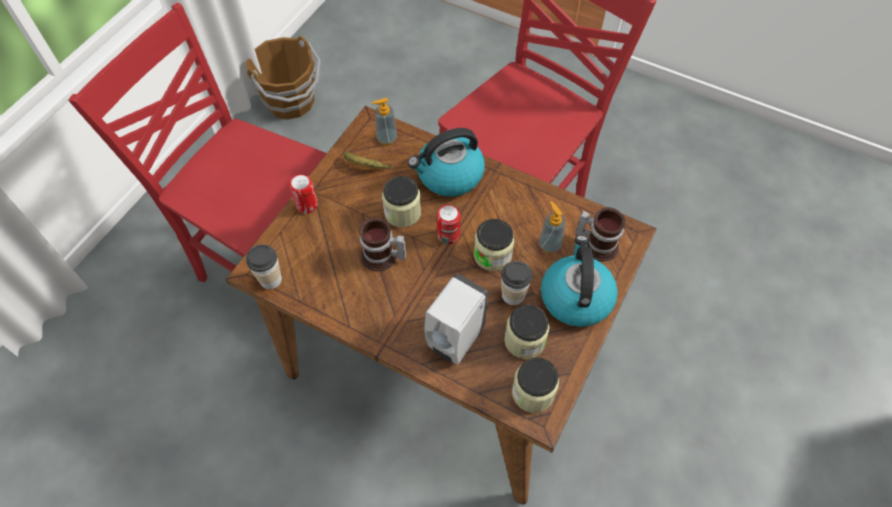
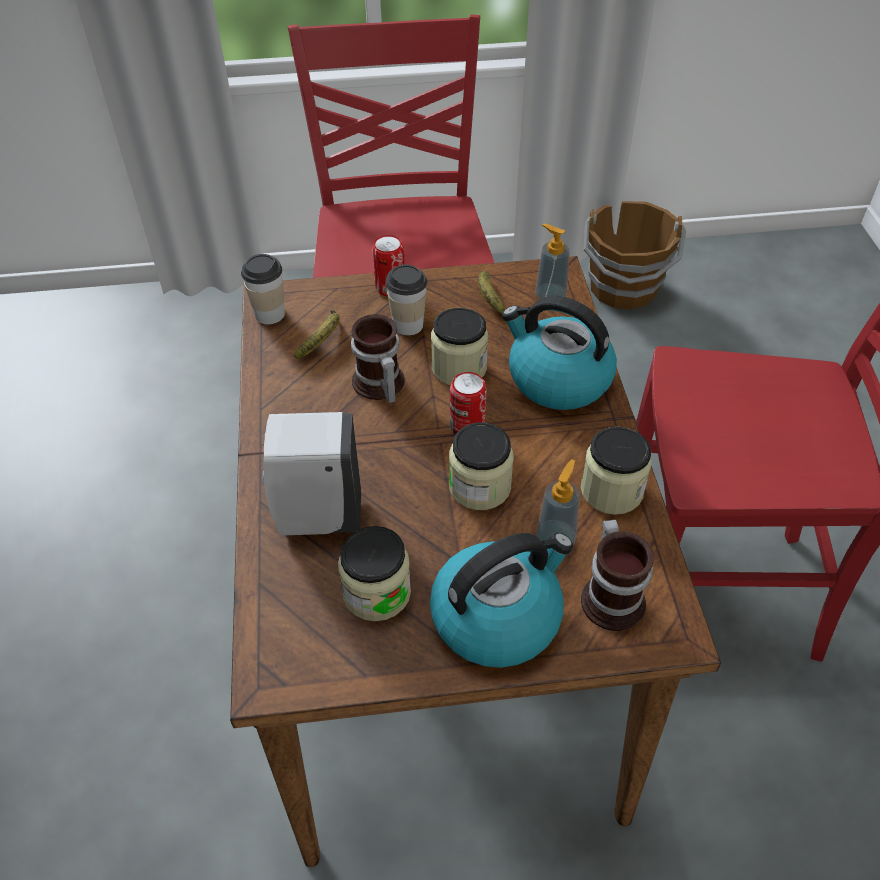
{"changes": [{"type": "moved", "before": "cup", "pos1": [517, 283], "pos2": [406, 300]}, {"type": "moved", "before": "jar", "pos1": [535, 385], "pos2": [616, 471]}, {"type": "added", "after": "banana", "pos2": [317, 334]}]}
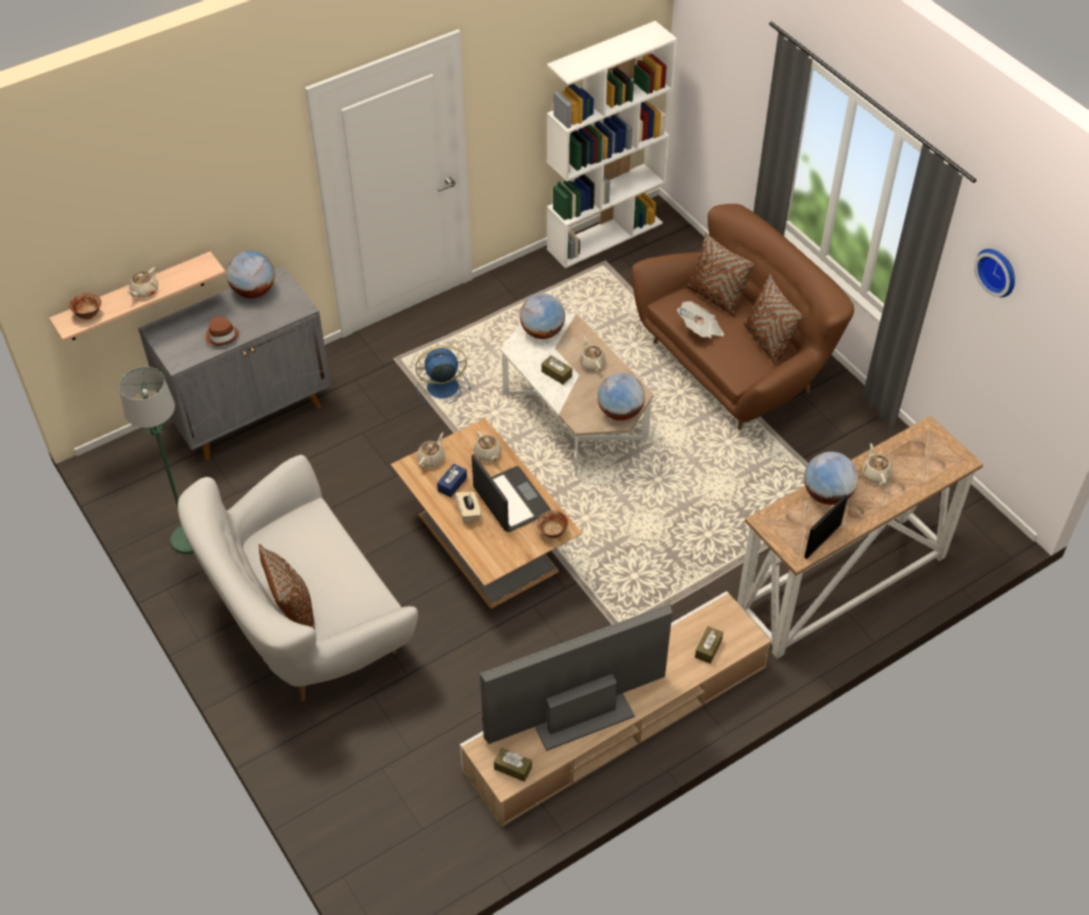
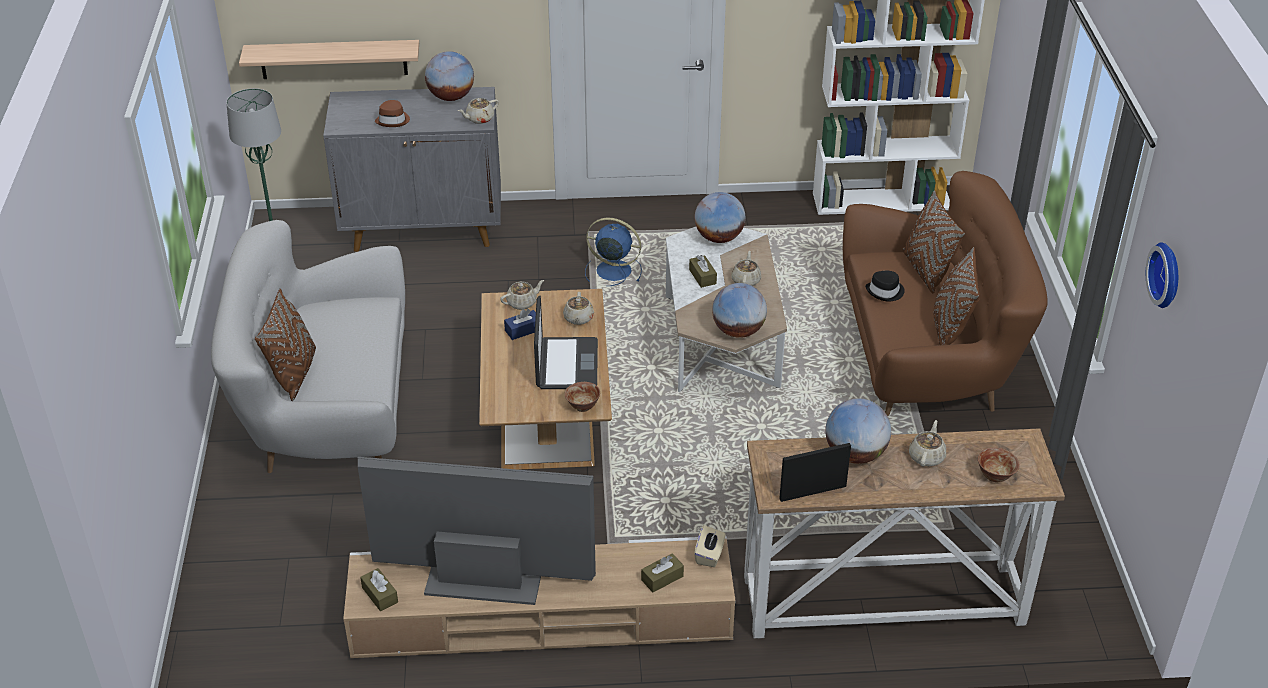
{"changes": [{"type": "moved", "before": "beige teapot", "pos1": [142, 282], "pos2": [478, 111]}, {"type": "moved", "before": "bowl", "pos1": [85, 306], "pos2": [999, 464]}, {"type": "replaced", "before": "newspaper", "after": "black hat", "pos1": [700, 319], "pos2": [885, 286]}, {"type": "moved", "before": "beige tissue box", "pos1": [468, 508], "pos2": [710, 546]}]}
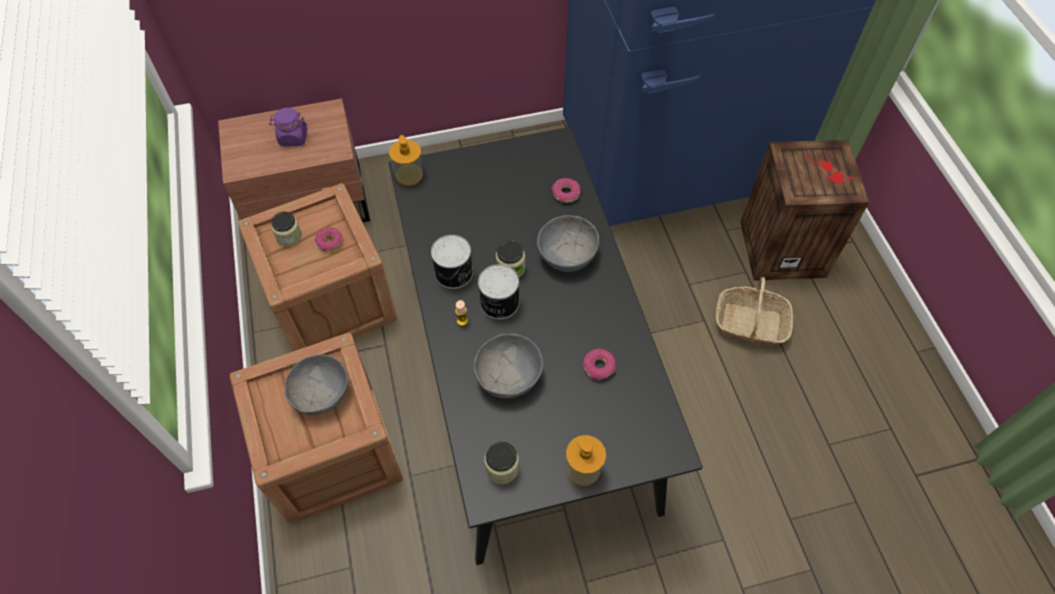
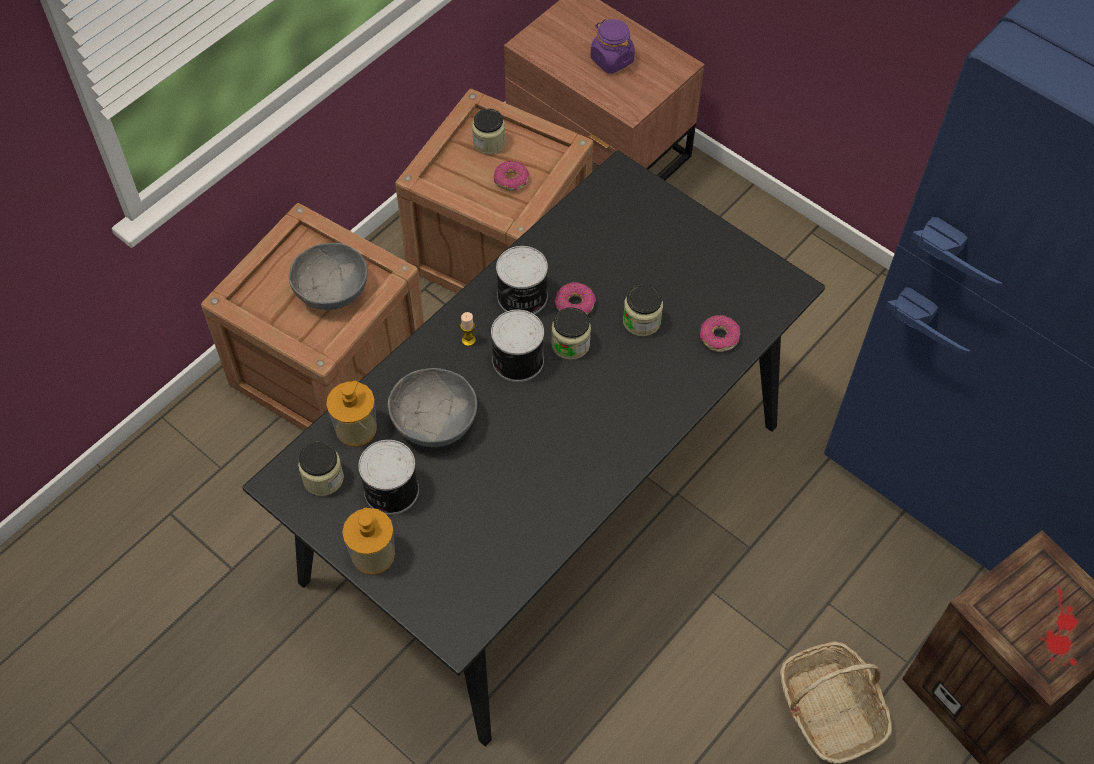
{"changes": [{"type": "moved", "before": "soap dispenser", "pos1": [406, 160], "pos2": [351, 414]}, {"type": "removed", "before": "grey bowl", "pos1": [568, 243]}, {"type": "moved", "before": "donut", "pos1": [599, 364], "pos2": [575, 298]}, {"type": "added", "after": "jar", "pos2": [643, 310]}, {"type": "added", "after": "can", "pos2": [388, 477]}]}
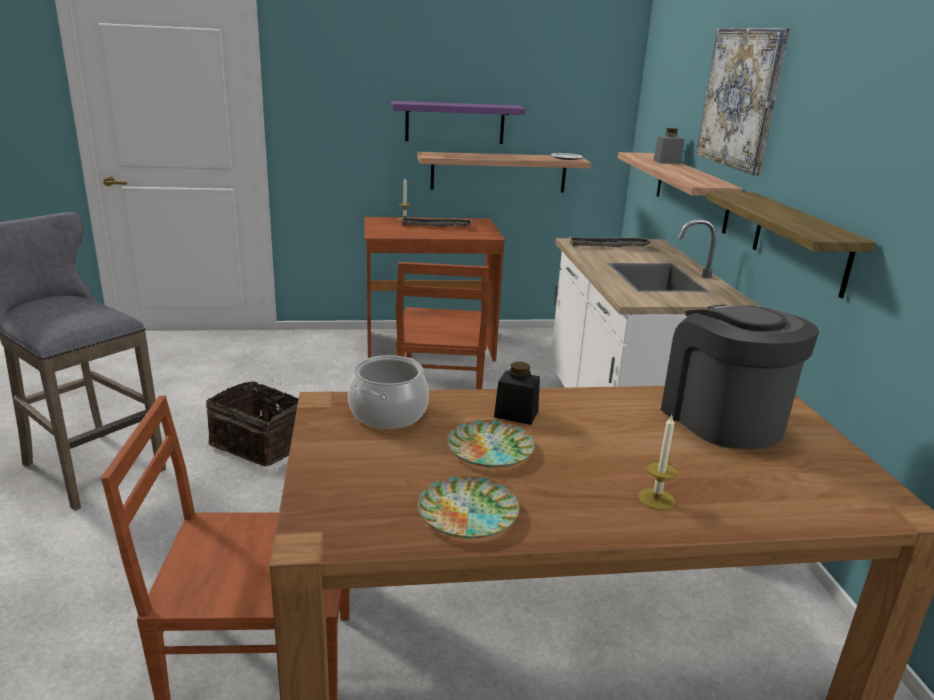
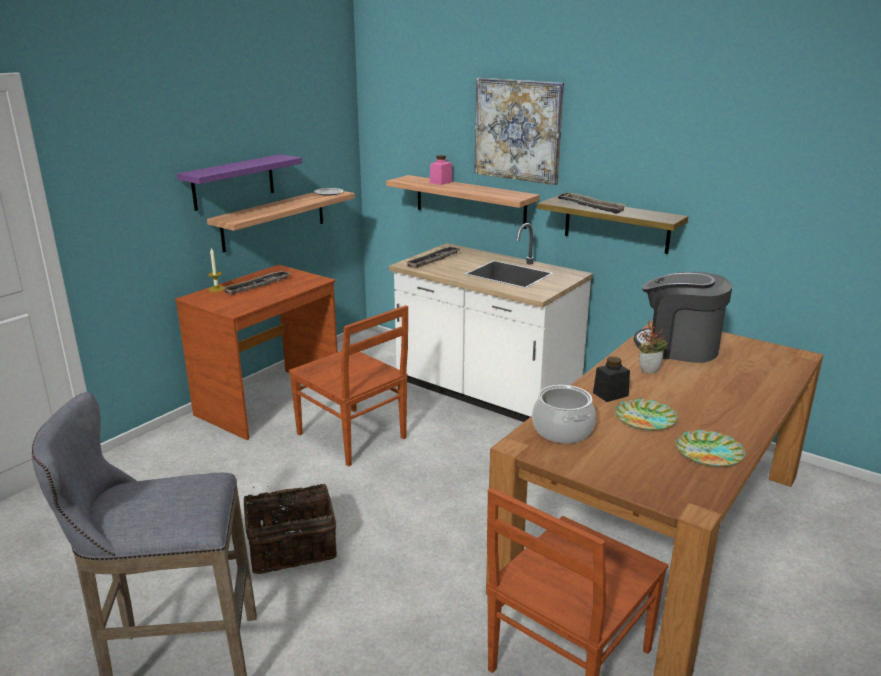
{"changes": [{"type": "recoloured", "before": "grey jar", "after": "pink jar", "pos1": [668, 146], "pos2": [441, 170]}, {"type": "removed", "before": "candle", "pos1": [658, 462]}, {"type": "added", "after": "tray", "pos2": [592, 203]}, {"type": "added", "after": "potted plant", "pos2": [653, 347]}]}
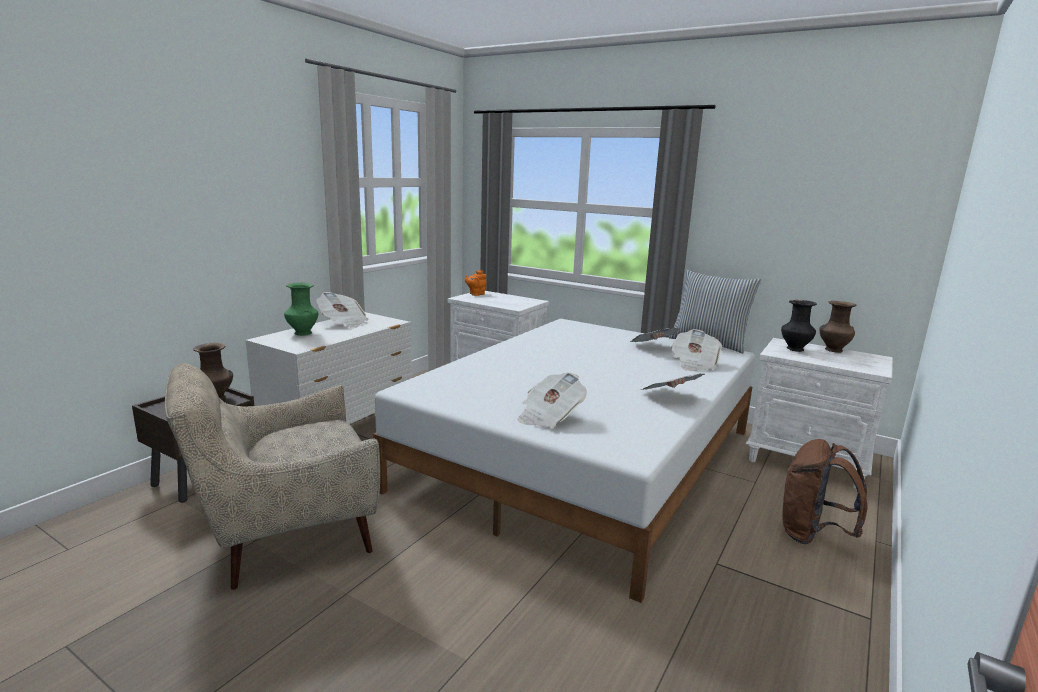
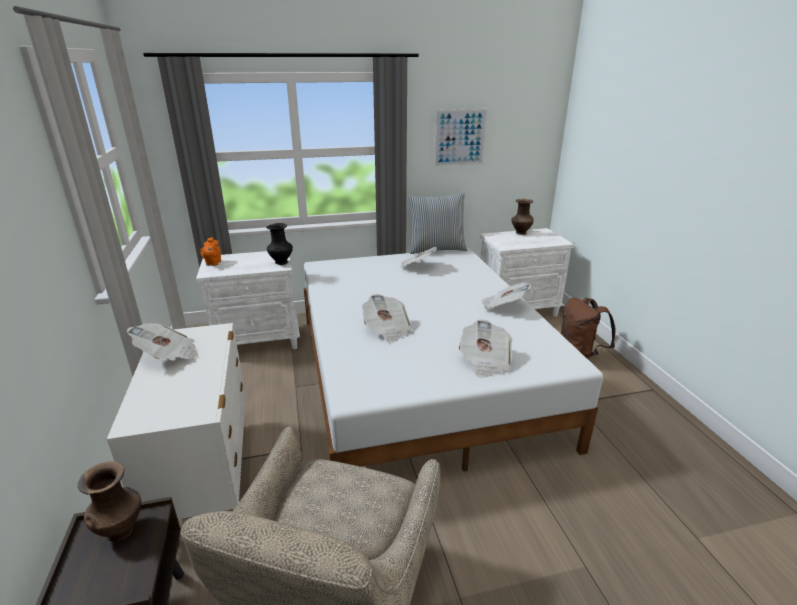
{"changes": [{"type": "removed", "before": "green vase", "pos1": [301, 309]}, {"type": "moved", "before": "black vase", "pos1": [799, 326], "pos2": [279, 244]}, {"type": "moved", "before": "newspaper", "pos1": [697, 350], "pos2": [387, 318]}, {"type": "added", "after": "picture", "pos2": [461, 137]}]}
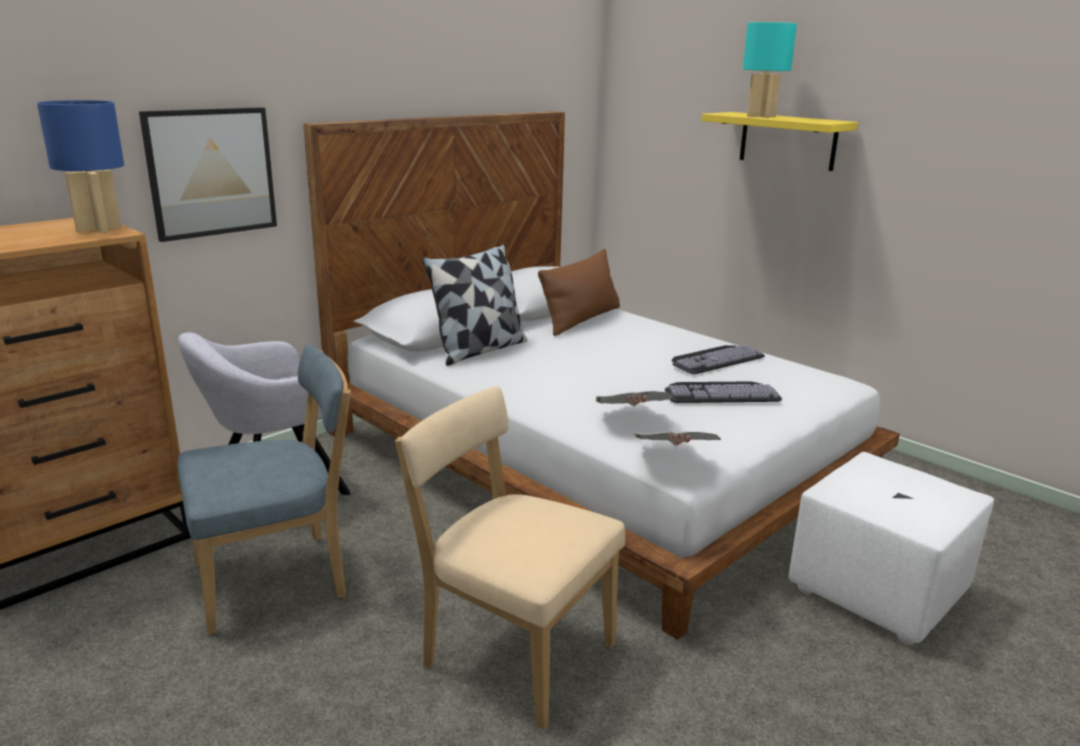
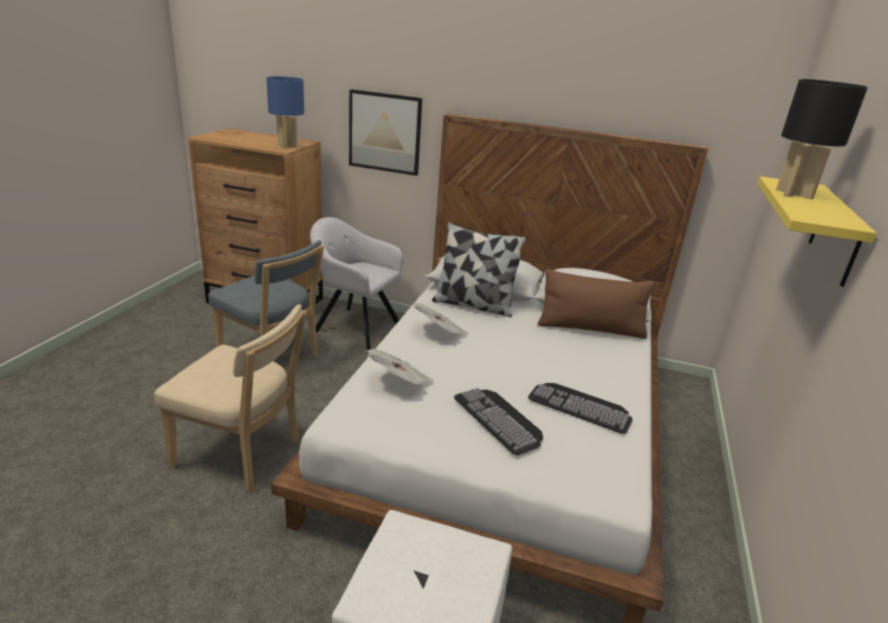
{"changes": [{"type": "recoloured", "before": "turquoise table lamp", "after": "black table lamp", "pos1": [770, 70], "pos2": [822, 139]}, {"type": "turned", "before": "beige chair", "pos1": [510, 558], "pos2": [230, 398], "turn": 105}, {"type": "moved", "before": "newspaper", "pos1": [677, 439], "pos2": [440, 319]}]}
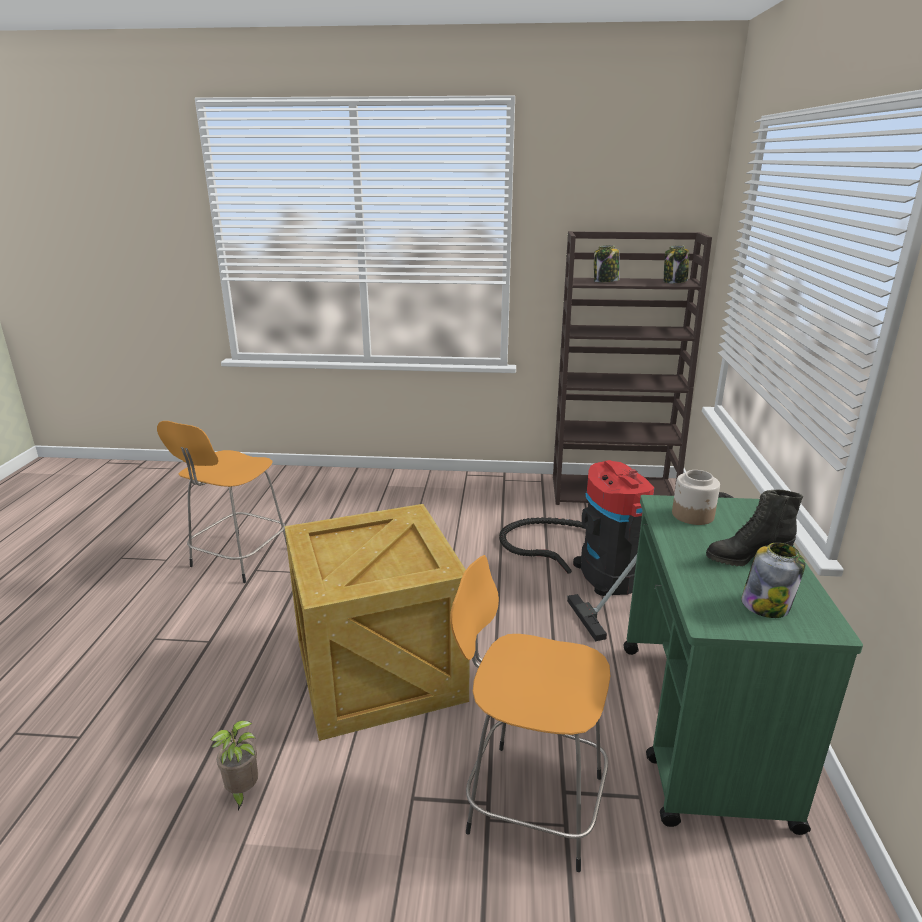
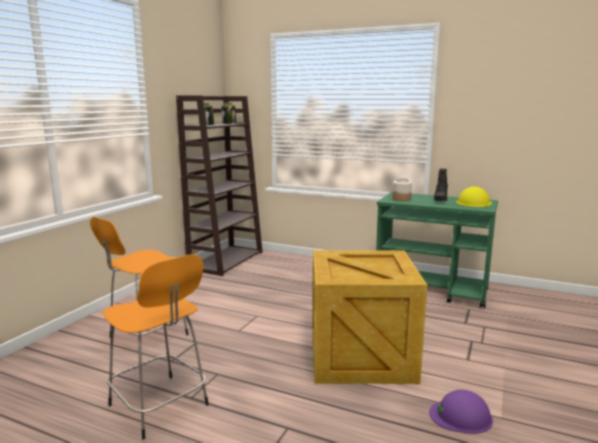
{"changes": [{"type": "removed", "before": "vacuum cleaner", "pos1": [616, 550]}, {"type": "replaced", "before": "jar", "after": "yellow hard hat", "pos1": [773, 580], "pos2": [474, 197]}, {"type": "moved", "before": "orange stool", "pos1": [530, 713], "pos2": [139, 278]}, {"type": "replaced", "before": "potted plant", "after": "purple hard hat", "pos1": [234, 766], "pos2": [461, 412]}]}
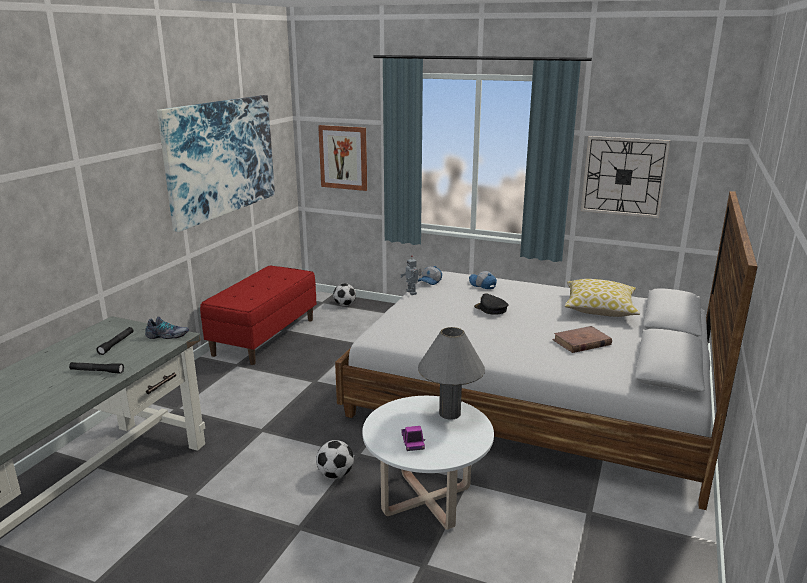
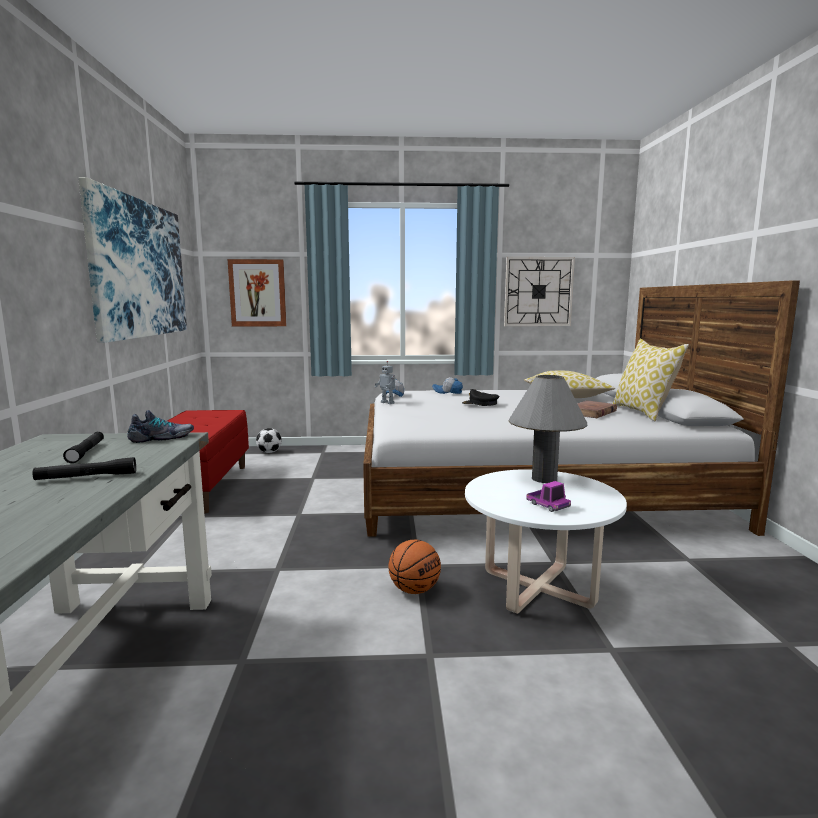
{"changes": [{"type": "replaced", "before": "football", "after": "basketball", "pos1": [335, 459], "pos2": [415, 567]}, {"type": "added", "after": "pillow", "pos2": [650, 380]}]}
